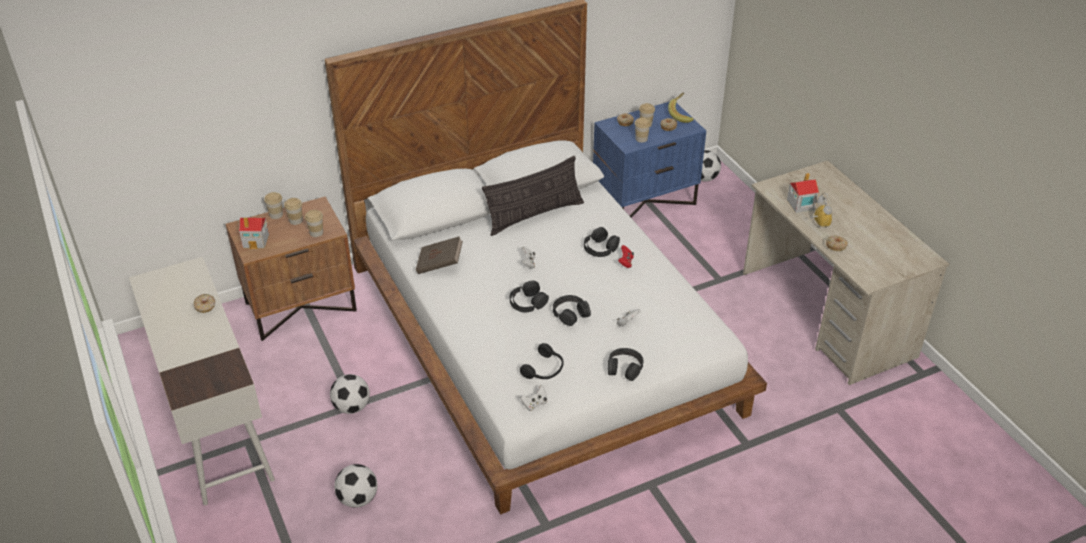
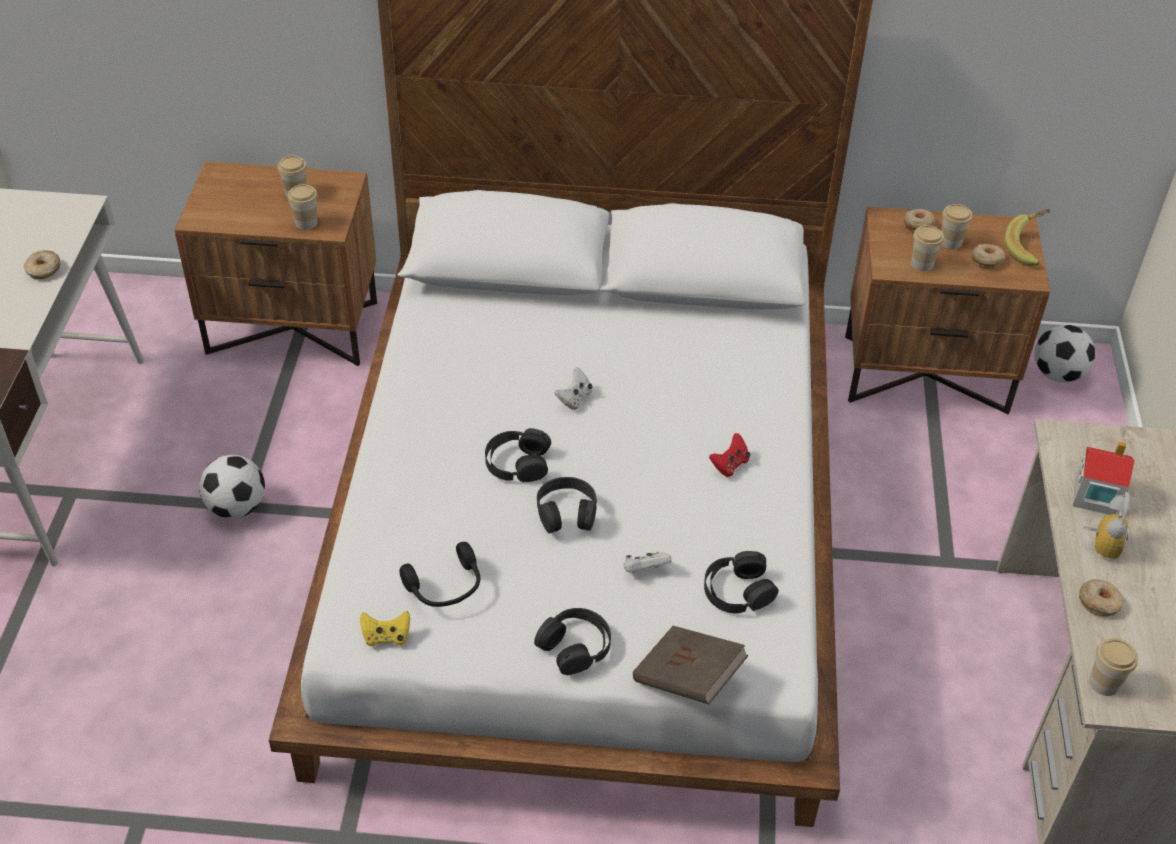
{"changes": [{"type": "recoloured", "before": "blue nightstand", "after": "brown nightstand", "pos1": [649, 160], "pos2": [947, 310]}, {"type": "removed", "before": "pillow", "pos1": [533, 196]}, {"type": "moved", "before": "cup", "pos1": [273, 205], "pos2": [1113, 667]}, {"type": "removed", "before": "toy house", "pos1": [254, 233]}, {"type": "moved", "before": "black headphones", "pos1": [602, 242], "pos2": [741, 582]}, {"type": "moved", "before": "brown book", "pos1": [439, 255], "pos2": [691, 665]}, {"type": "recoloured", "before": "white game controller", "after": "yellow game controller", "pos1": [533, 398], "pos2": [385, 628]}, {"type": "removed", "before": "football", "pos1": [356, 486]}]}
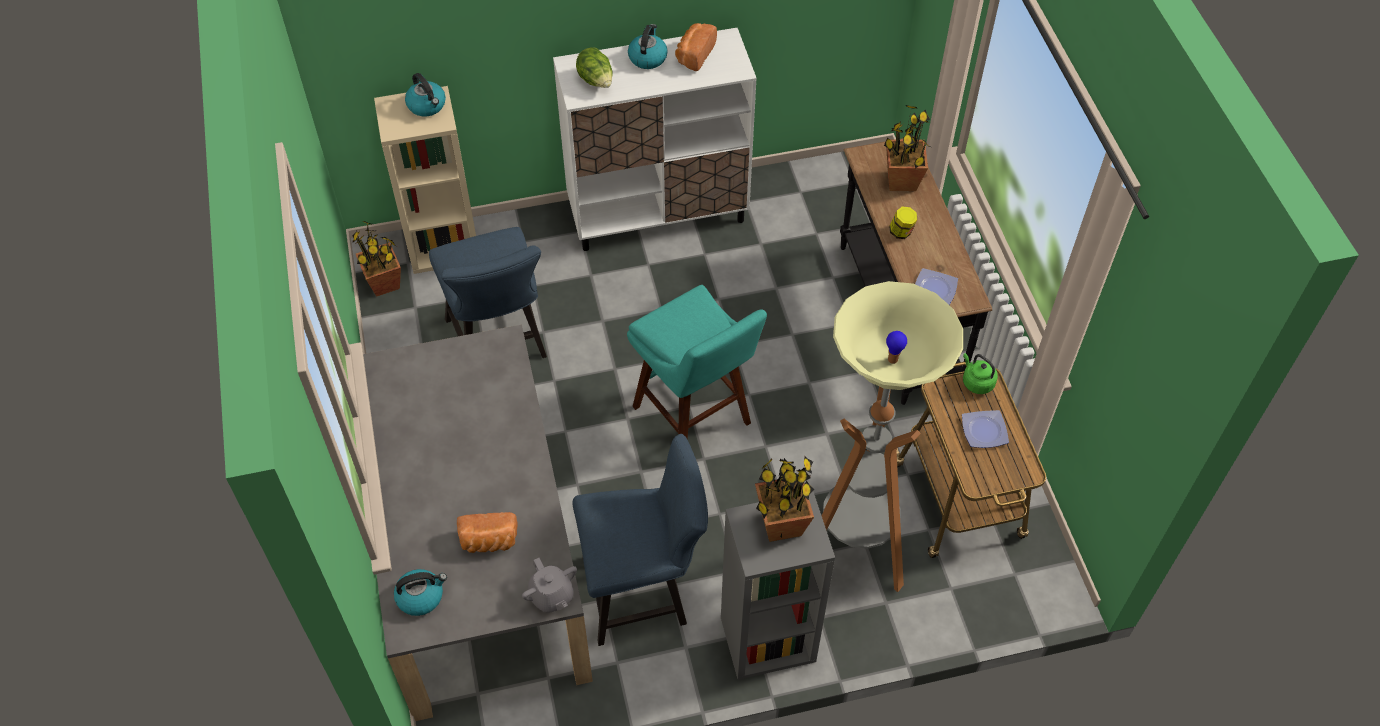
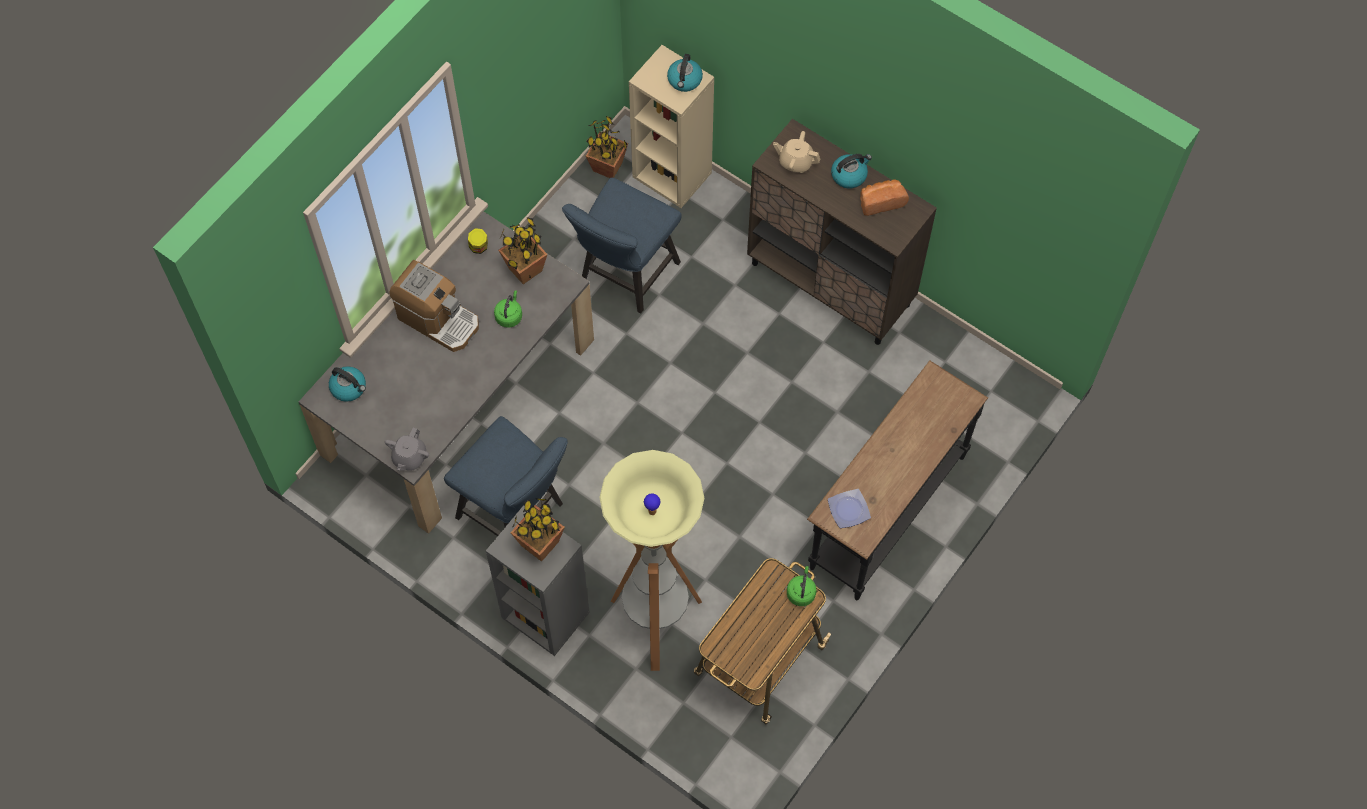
{"changes": [{"type": "recoloured", "before": "white cabinet", "after": "brown cabinet", "pos1": [655, 139], "pos2": [842, 232]}, {"type": "replaced", "before": "lettuce", "after": "beige teapot", "pos1": [594, 67], "pos2": [797, 152]}, {"type": "moved", "before": "potted plant", "pos1": [907, 148], "pos2": [523, 250]}, {"type": "moved", "before": "jar", "pos1": [903, 223], "pos2": [478, 241]}, {"type": "removed", "before": "turquoise stool", "pos1": [697, 362]}, {"type": "removed", "before": "plate", "pos1": [985, 429]}, {"type": "removed", "before": "bread", "pos1": [487, 532]}, {"type": "added", "after": "coffee machine", "pos2": [434, 306]}, {"type": "added", "after": "green kettle", "pos2": [508, 309]}]}
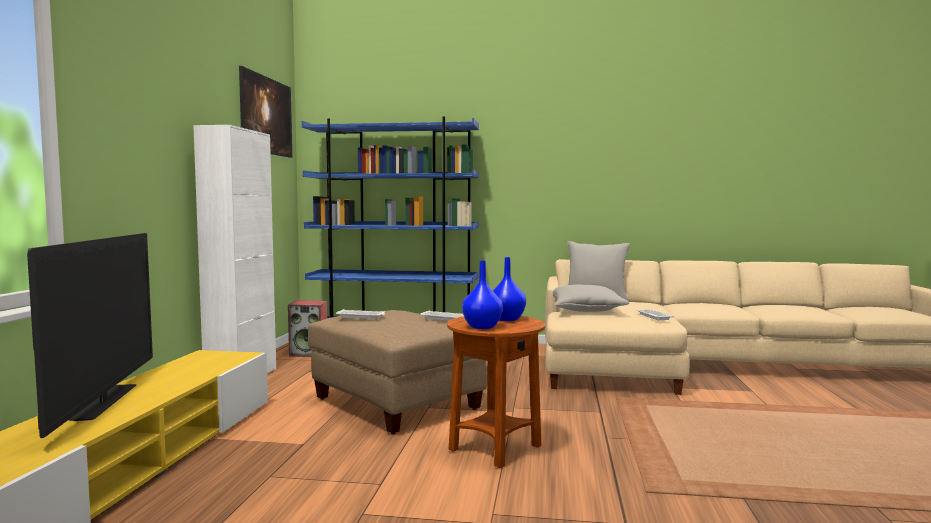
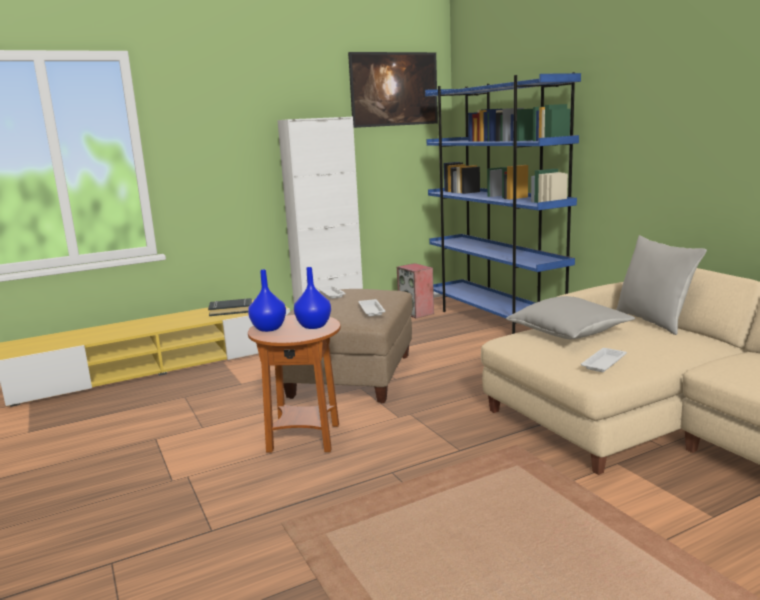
{"changes": [{"type": "removed", "before": "television", "pos1": [90, 335]}, {"type": "added", "after": "black book", "pos2": [230, 307]}]}
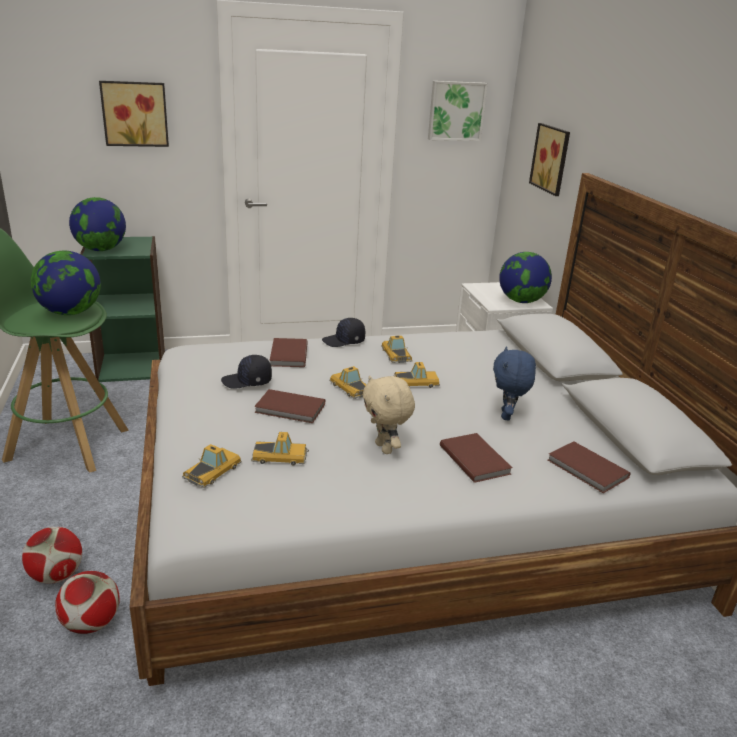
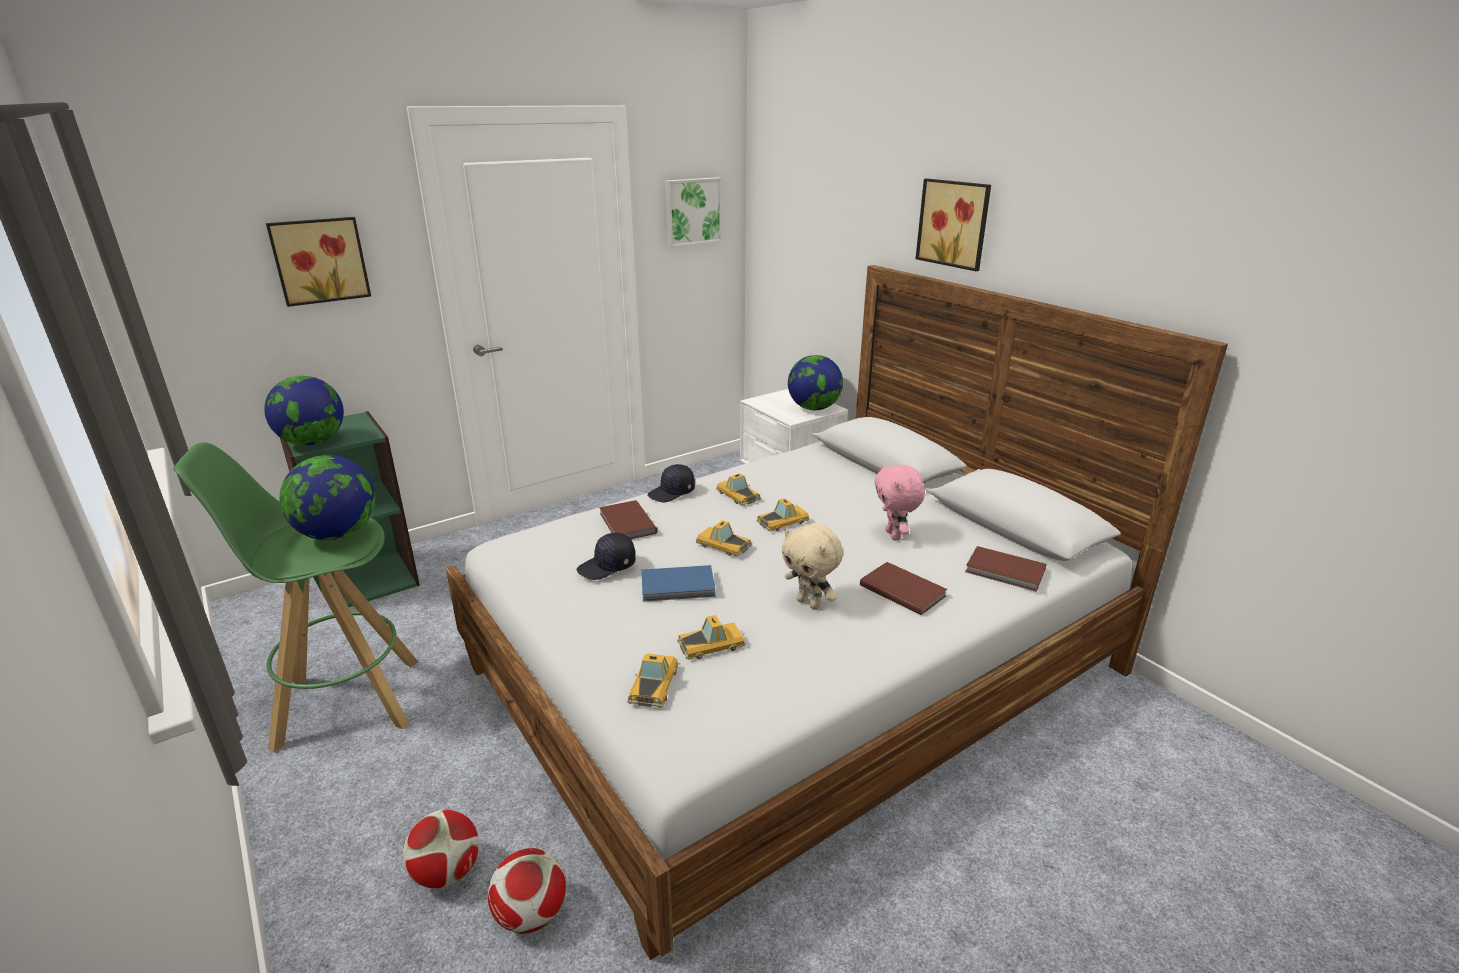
{"changes": [{"type": "moved", "before": "picture", "pos1": [549, 159], "pos2": [953, 224]}, {"type": "recoloured", "before": "blue plush toy", "after": "pink plush toy", "pos1": [514, 383], "pos2": [900, 501]}, {"type": "recoloured", "before": "brown book", "after": "blue book", "pos1": [289, 406], "pos2": [679, 583]}]}
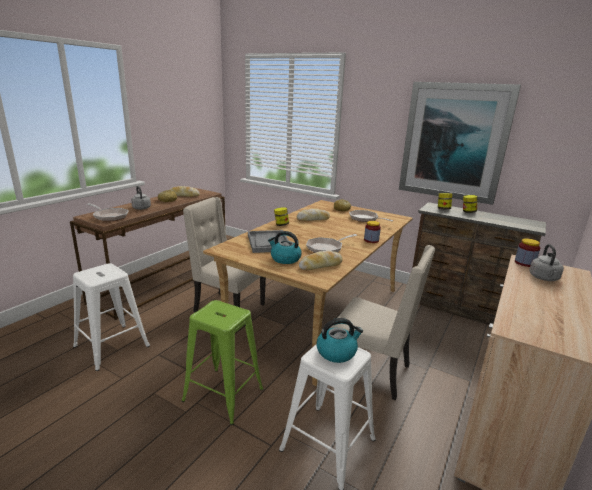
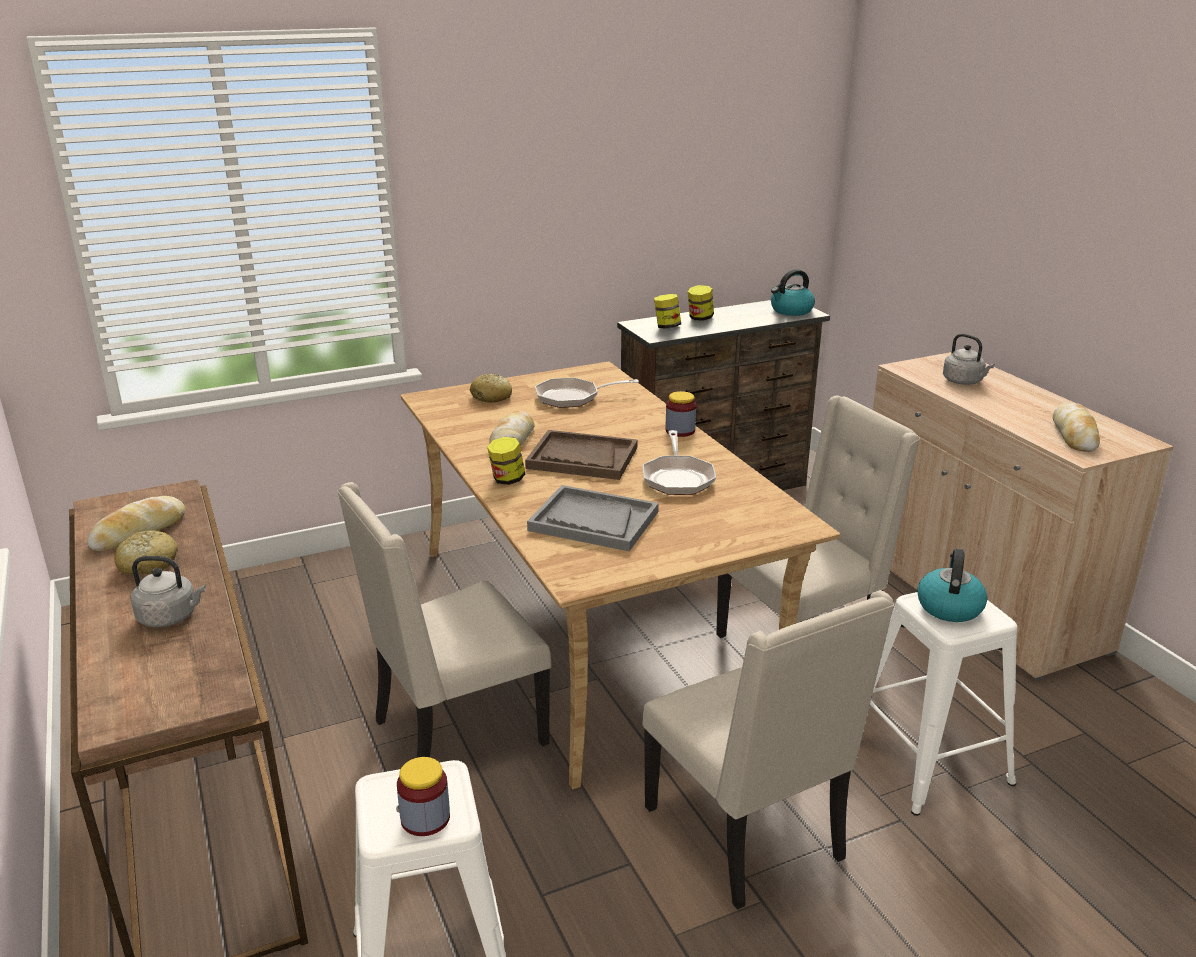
{"changes": [{"type": "removed", "before": "picture", "pos1": [460, 143]}, {"type": "removed", "before": "frying pan", "pos1": [107, 212]}, {"type": "moved", "before": "kettle", "pos1": [285, 247], "pos2": [793, 292]}, {"type": "moved", "before": "jar", "pos1": [527, 252], "pos2": [423, 796]}, {"type": "moved", "before": "bread", "pos1": [321, 260], "pos2": [1076, 427]}, {"type": "replaced", "before": "green stool", "after": "beige chair", "pos1": [222, 362], "pos2": [768, 750]}, {"type": "added", "after": "brown tray", "pos2": [581, 455]}]}
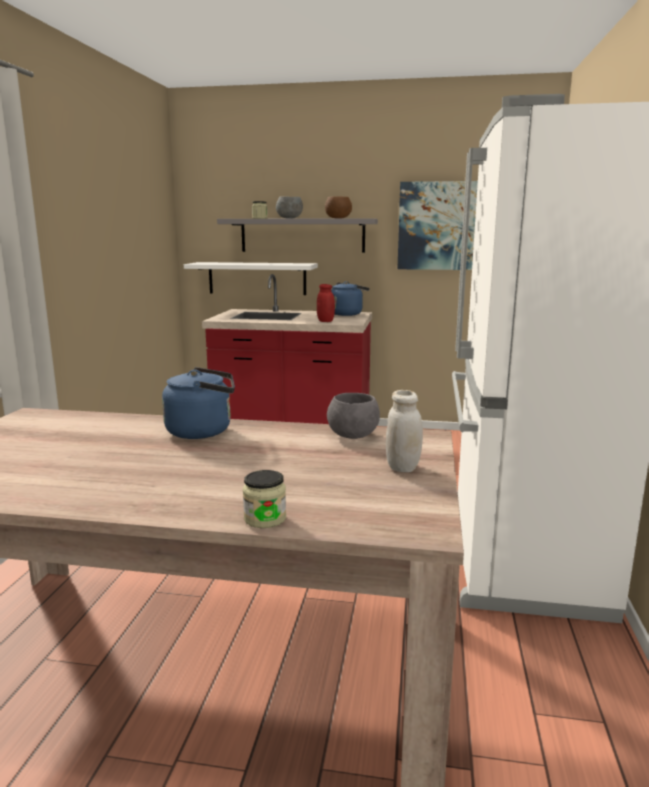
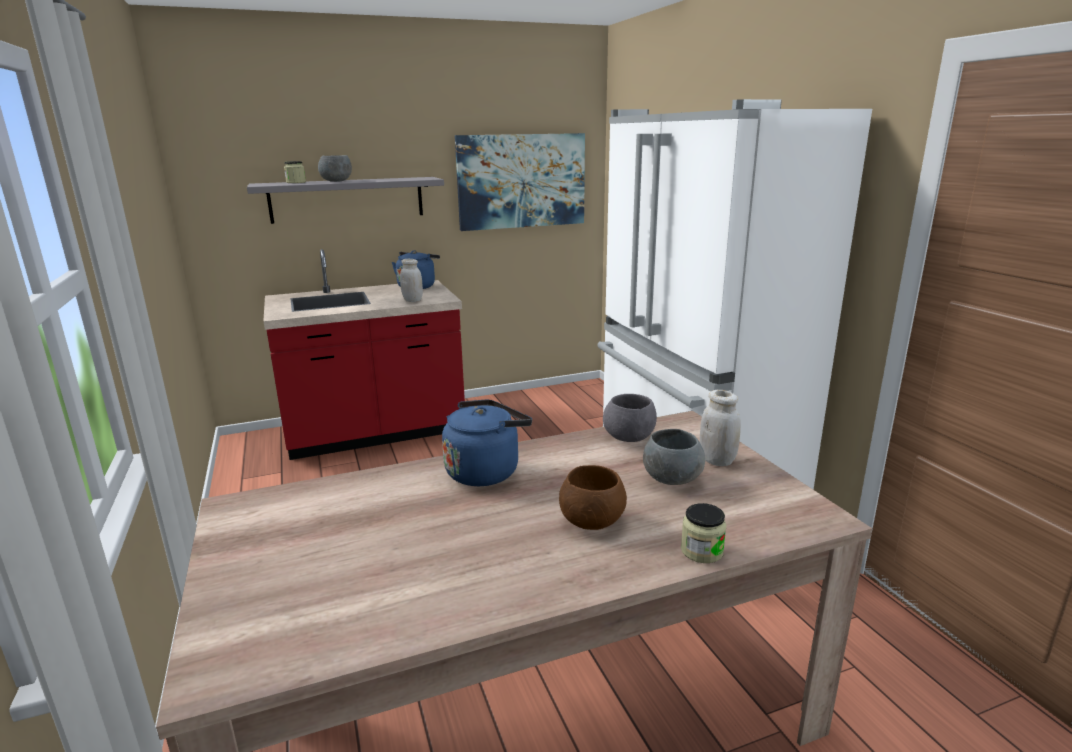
{"changes": [{"type": "moved", "before": "brown bowl", "pos1": [338, 207], "pos2": [593, 497]}, {"type": "removed", "before": "white shelf", "pos1": [251, 278]}, {"type": "recoloured", "before": "red jar", "after": "white jar", "pos1": [326, 303], "pos2": [411, 280]}, {"type": "added", "after": "grey bowl", "pos2": [674, 457]}]}
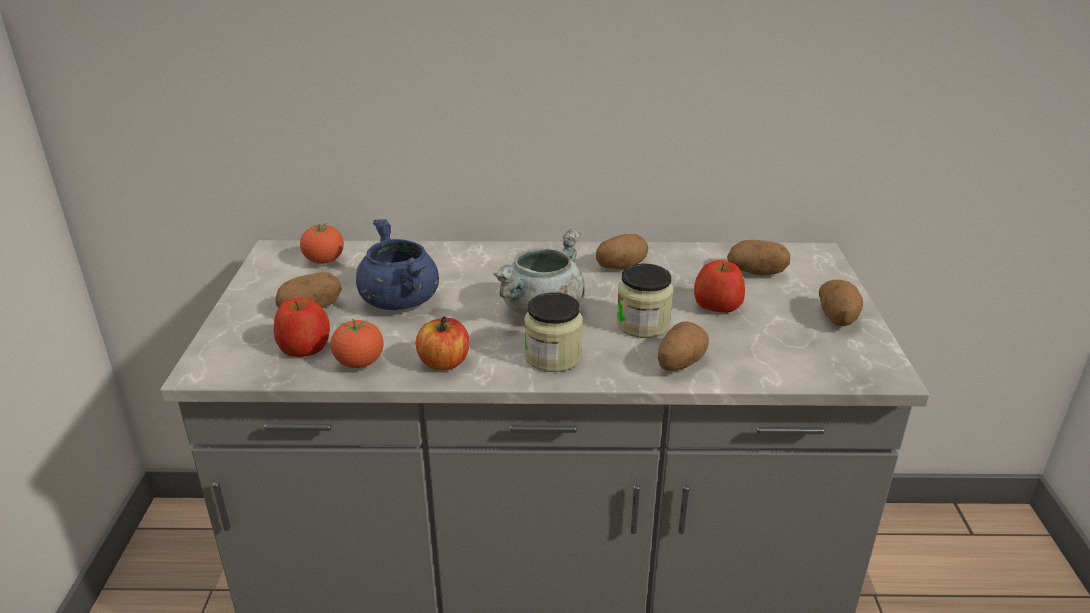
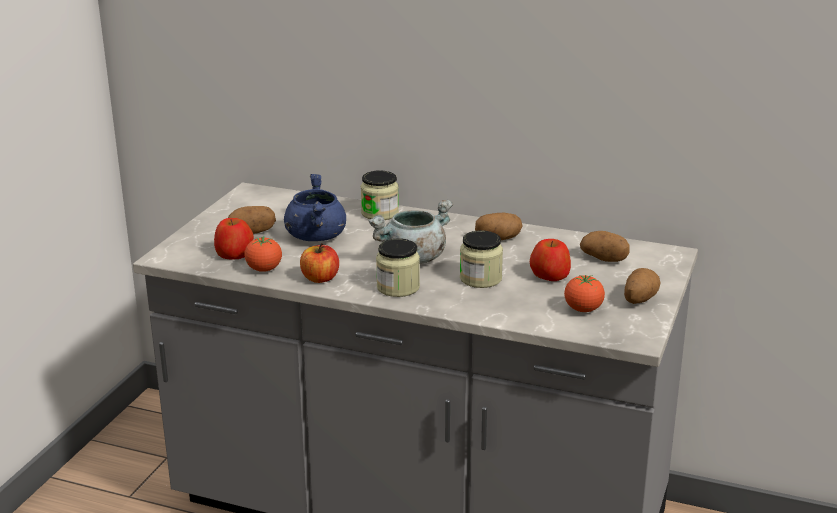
{"changes": [{"type": "moved", "before": "tomato", "pos1": [322, 243], "pos2": [584, 293]}, {"type": "removed", "before": "potato", "pos1": [683, 346]}, {"type": "added", "after": "jar", "pos2": [380, 195]}]}
